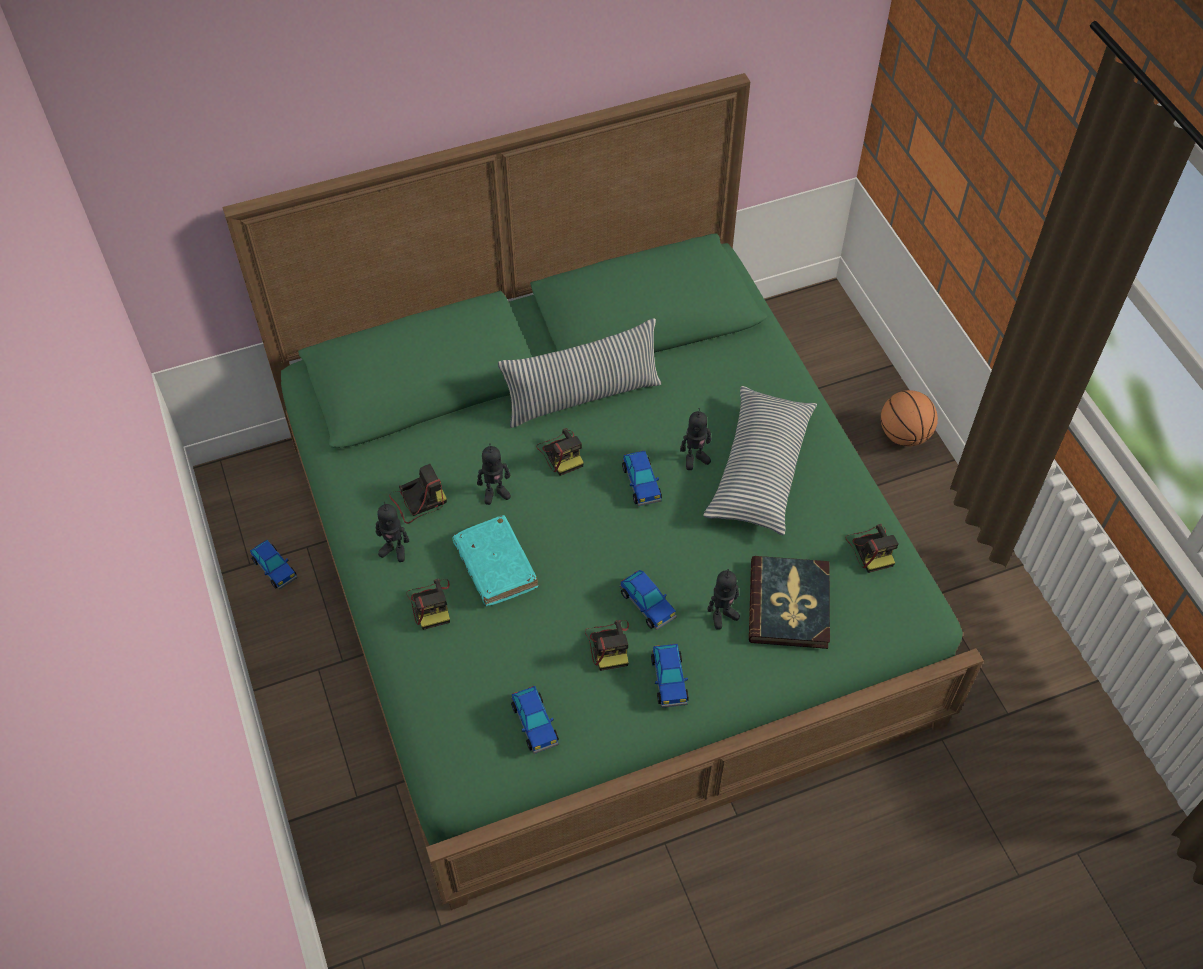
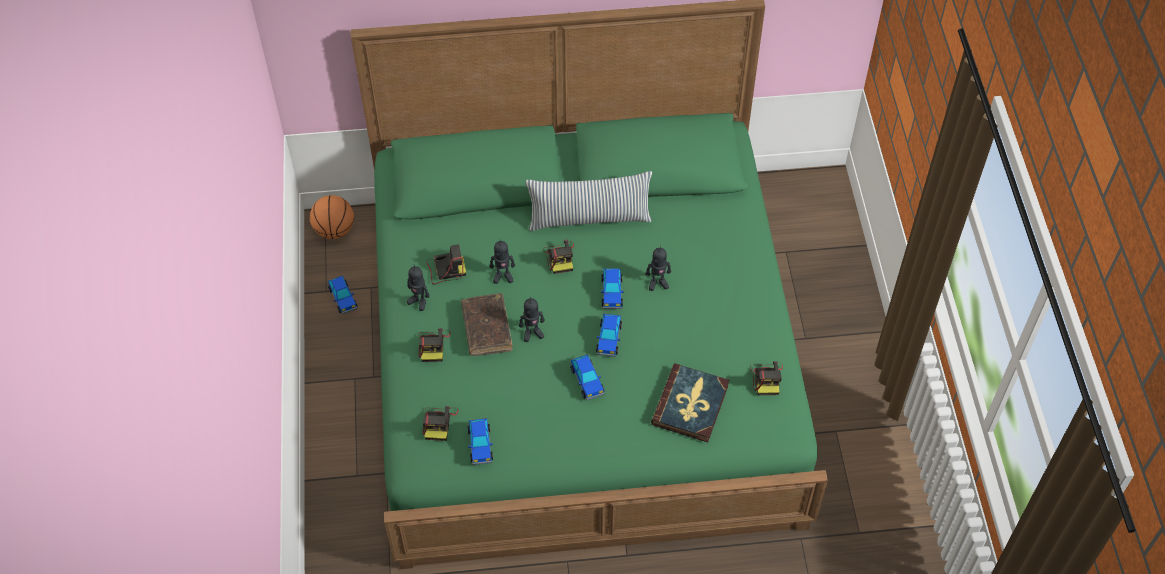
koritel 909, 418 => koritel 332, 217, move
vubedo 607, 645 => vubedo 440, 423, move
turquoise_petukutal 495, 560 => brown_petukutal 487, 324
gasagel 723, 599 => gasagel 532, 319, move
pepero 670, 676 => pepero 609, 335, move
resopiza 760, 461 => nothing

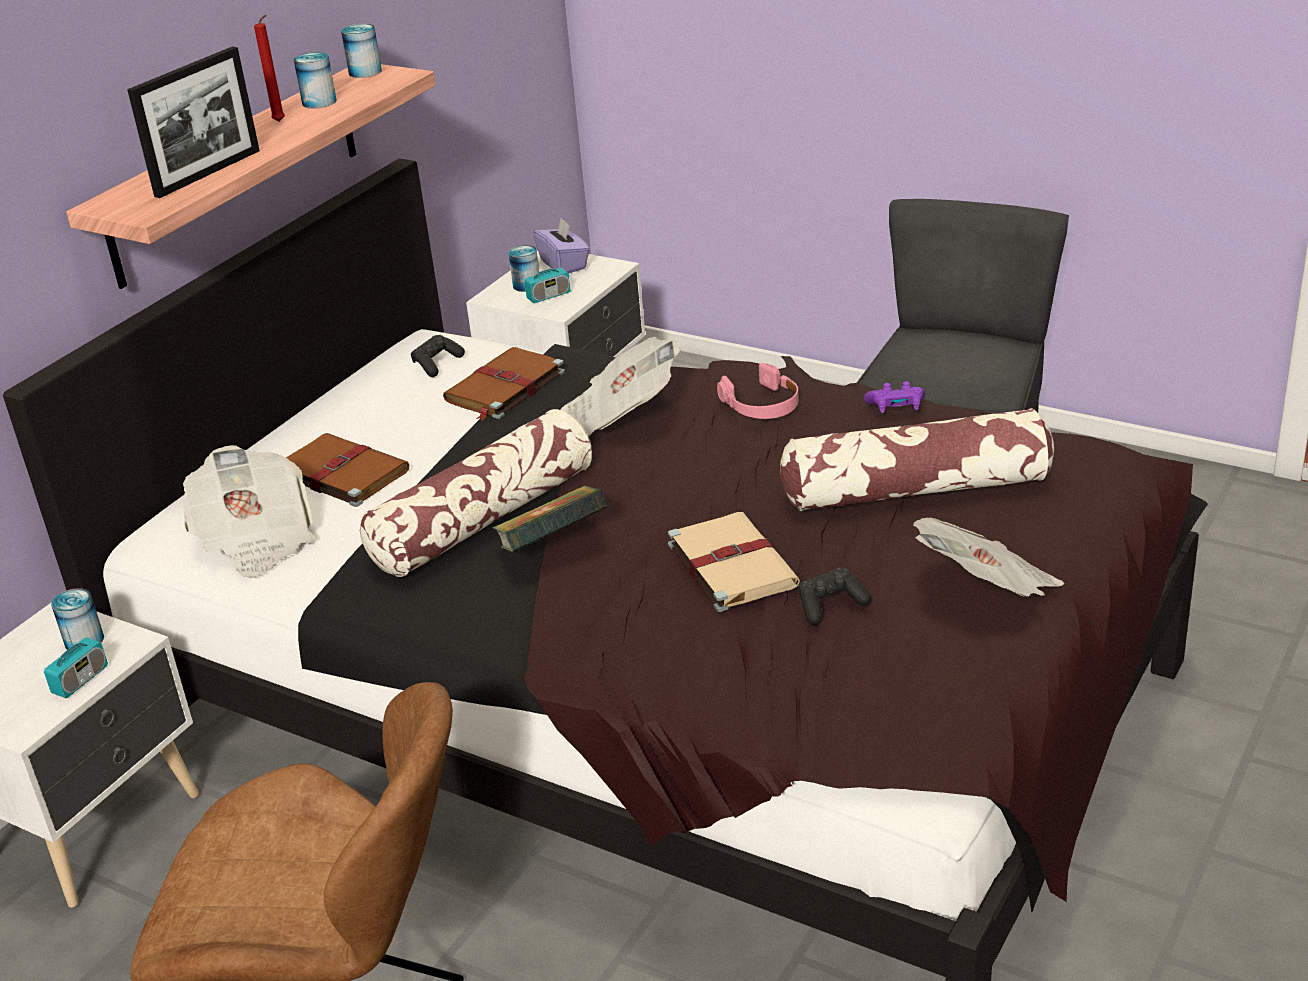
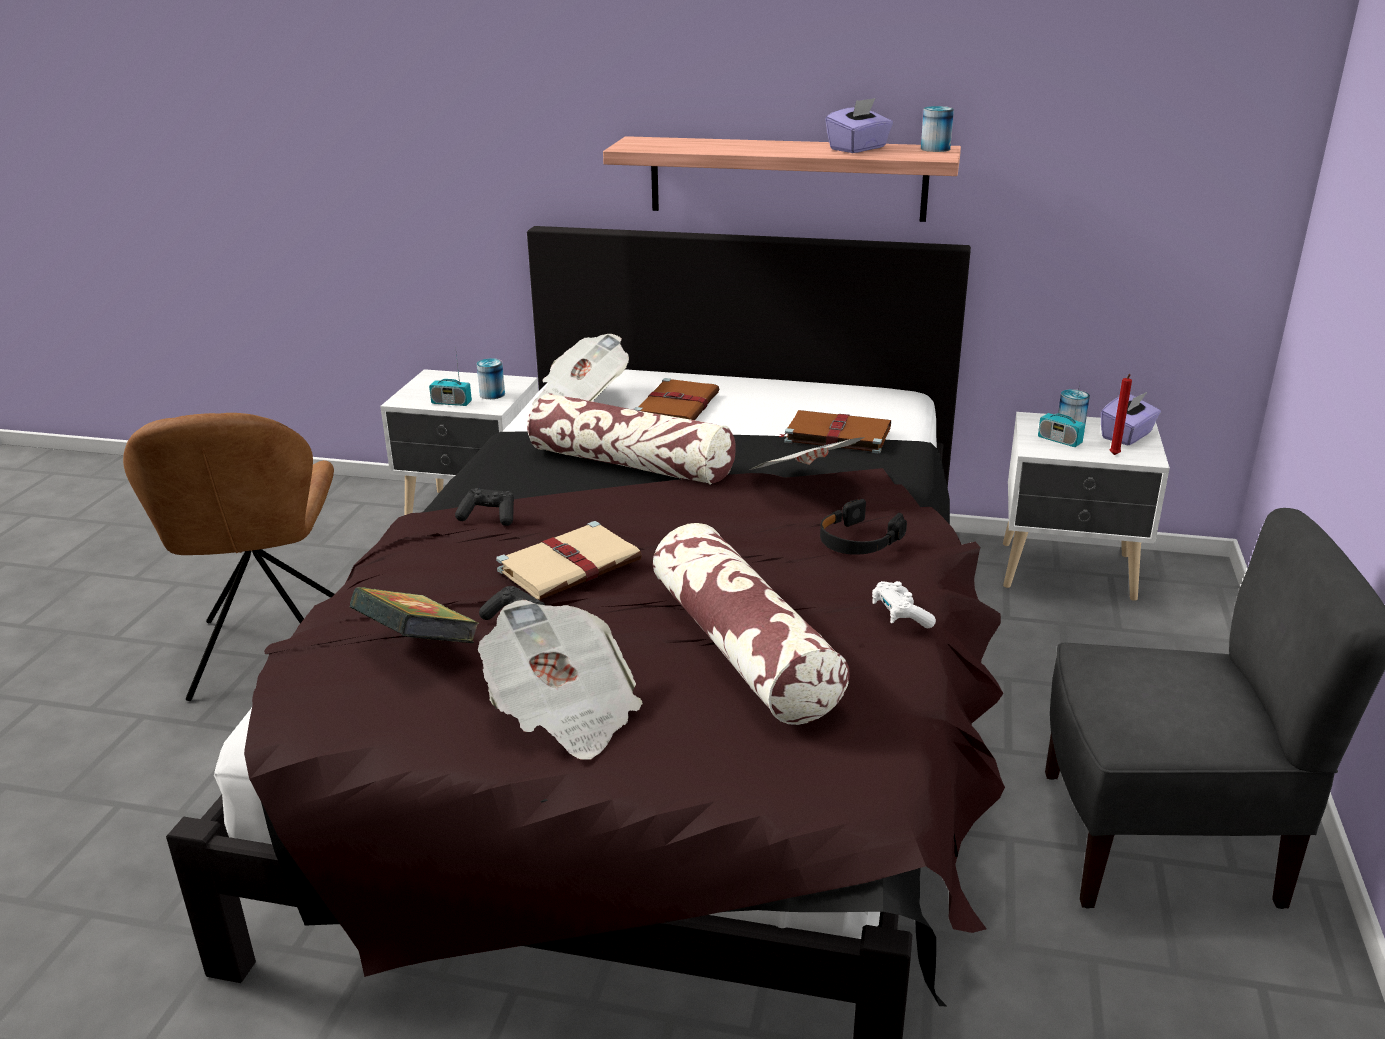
petukutal 550, 519 => petukutal 414, 615, move
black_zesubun 438, 356 => black_zesubun 484, 507, move
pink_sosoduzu 758, 391 => black_sosoduzu 863, 527
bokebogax 315, 80 => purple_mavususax 859, 125
purple_zesubun 894, 397 => white_zesubun 904, 604
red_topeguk 269, 68 => red_topeguk 1121, 414, move
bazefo 193, 122 => nothing

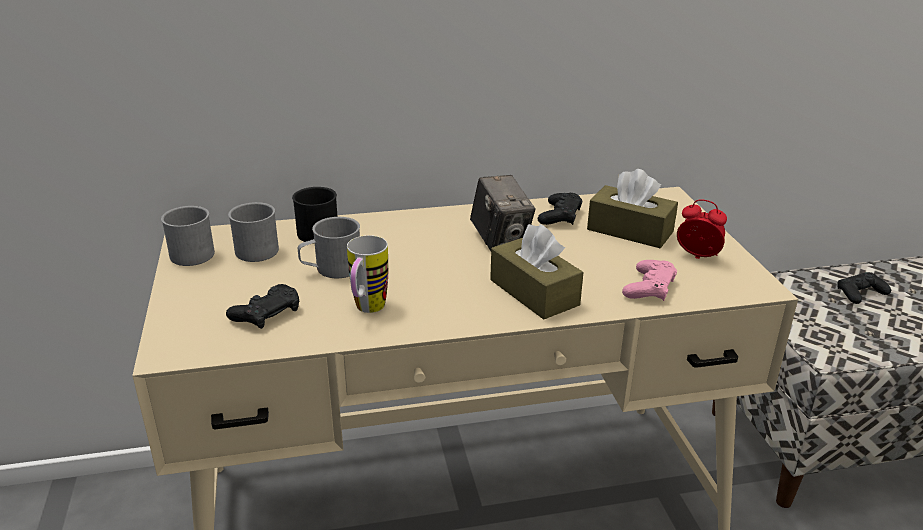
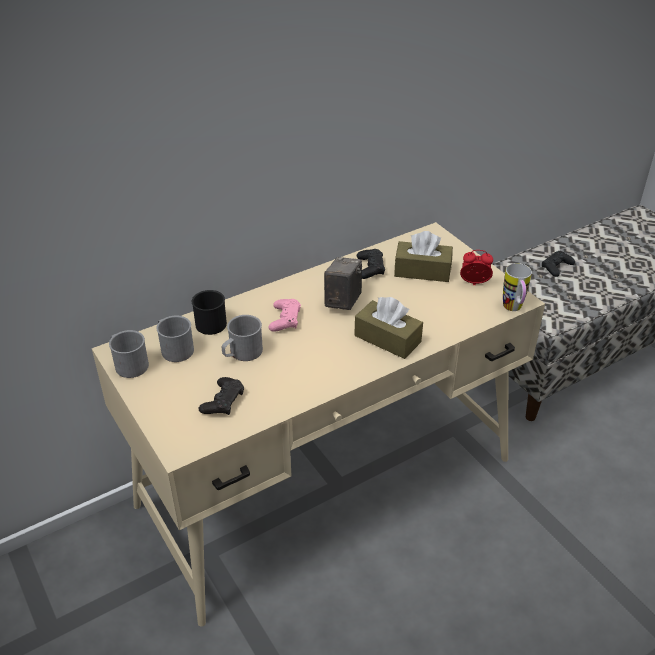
pink_zesubun 649, 280 => pink_zesubun 284, 315, move
vubedo 502, 213 => vubedo 343, 283, 120 degrees counterclockwise
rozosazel 367, 274 => rozosazel 517, 287, move

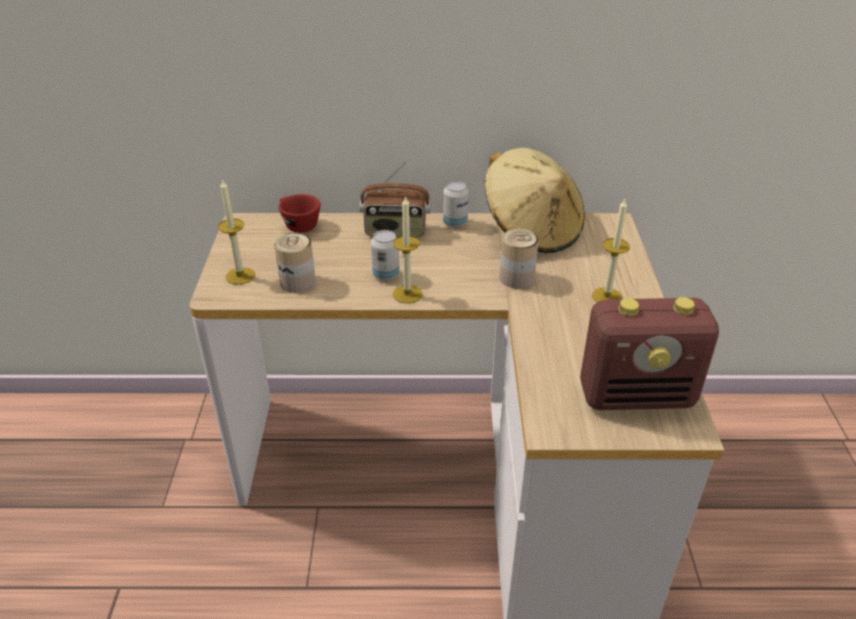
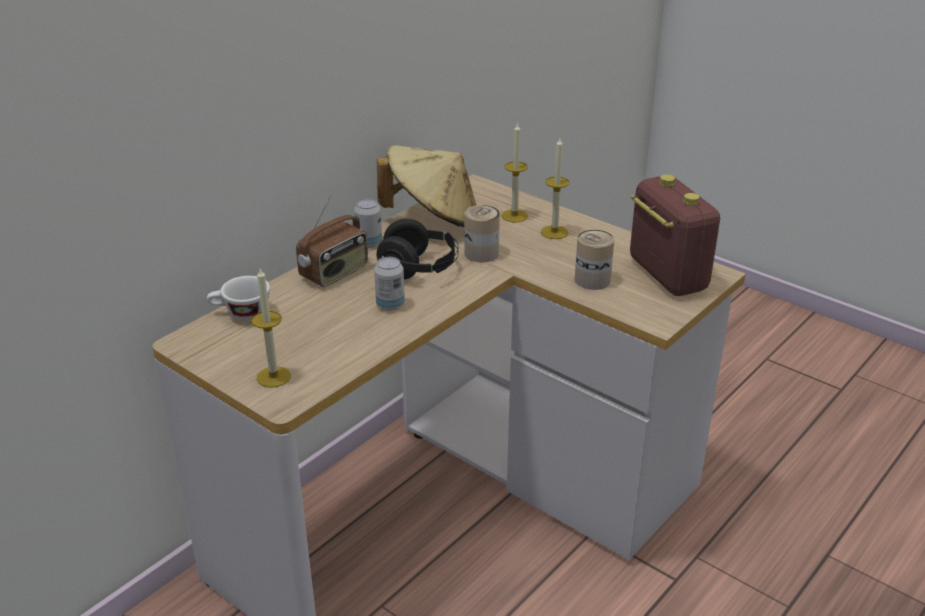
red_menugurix 299, 213 => white_menugurix 238, 298
nothing => black_sosoduzu 418, 249
topeguk 407, 249 => topeguk 514, 172, move
bokebogax 295, 262 => bokebogax 594, 260, move
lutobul 649, 353 => lutobul 675, 235, 60 degrees counterclockwise

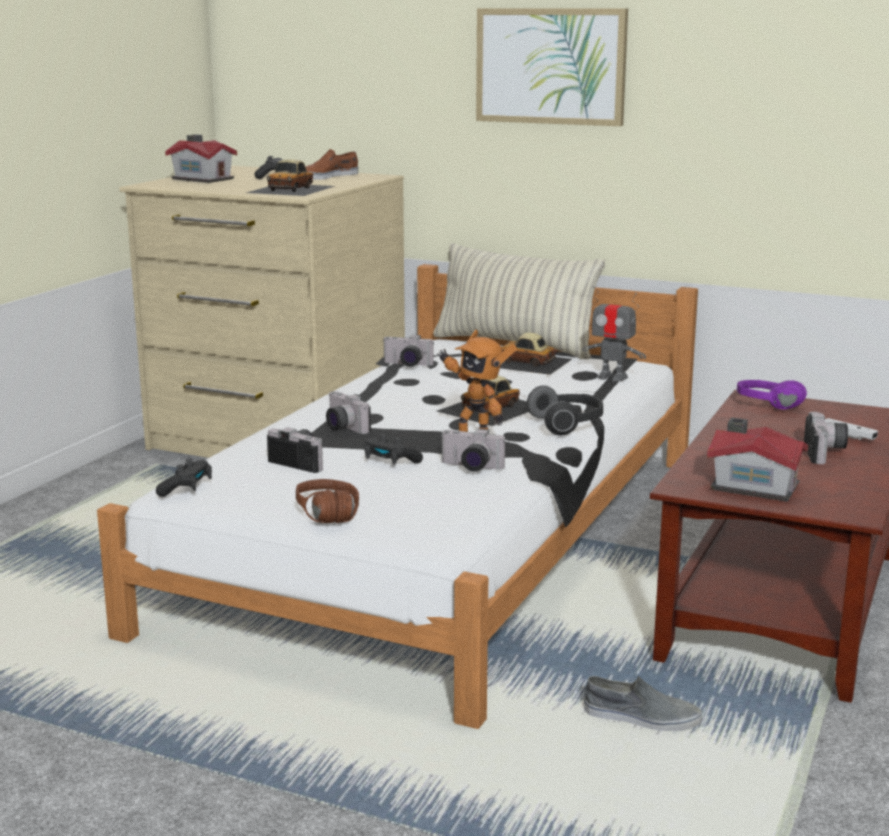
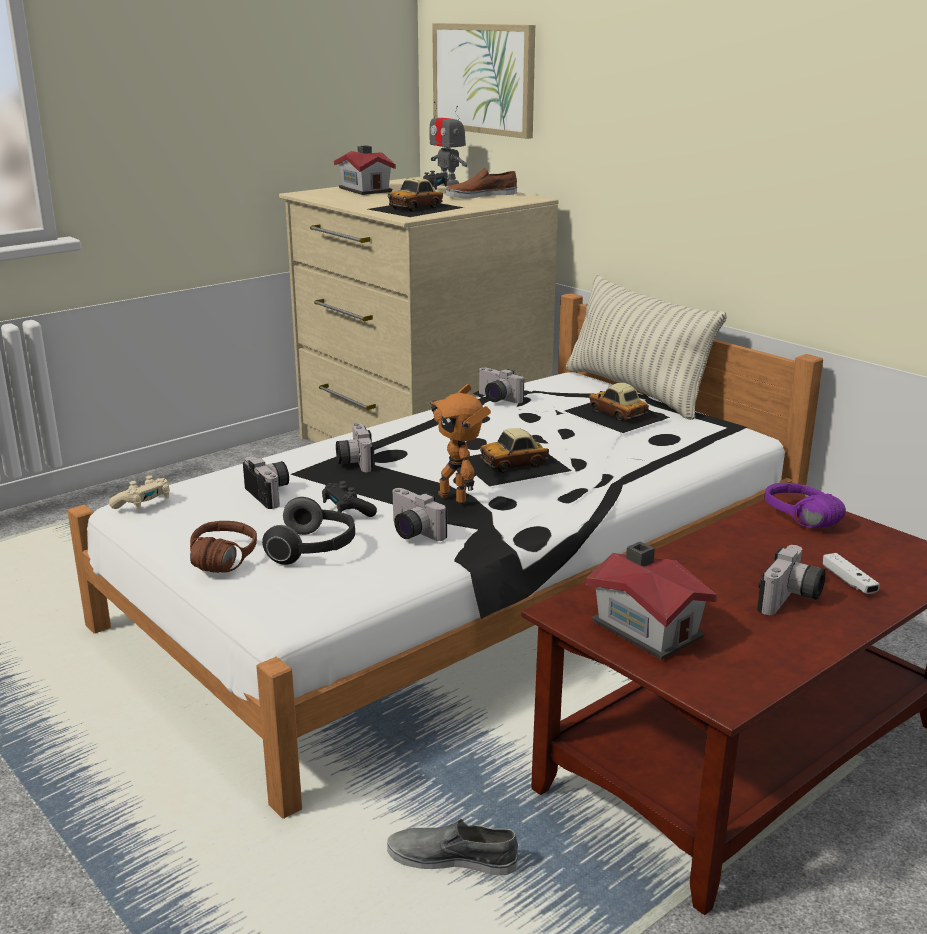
black_zesubun 184, 477 => beige_zesubun 139, 492
sosoduzu 565, 410 => sosoduzu 308, 531, move
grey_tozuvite 643, 703 => grey_tozuvite 452, 847, 150 degrees clockwise
gasagel 614, 333 => gasagel 448, 143, move
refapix 552, 67 => refapix 483, 81, move

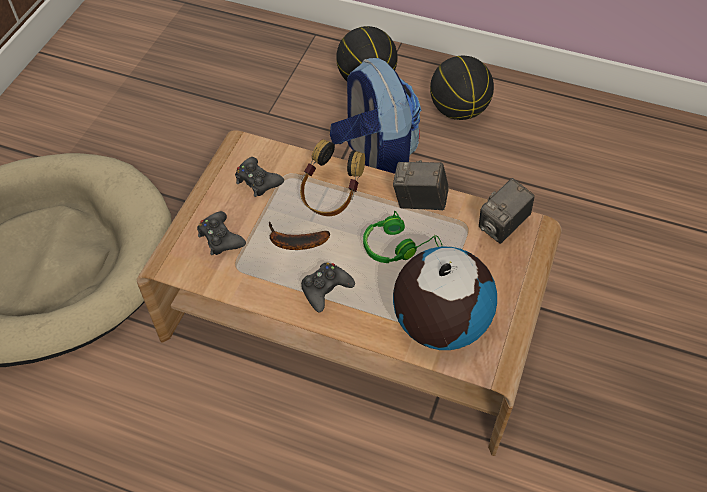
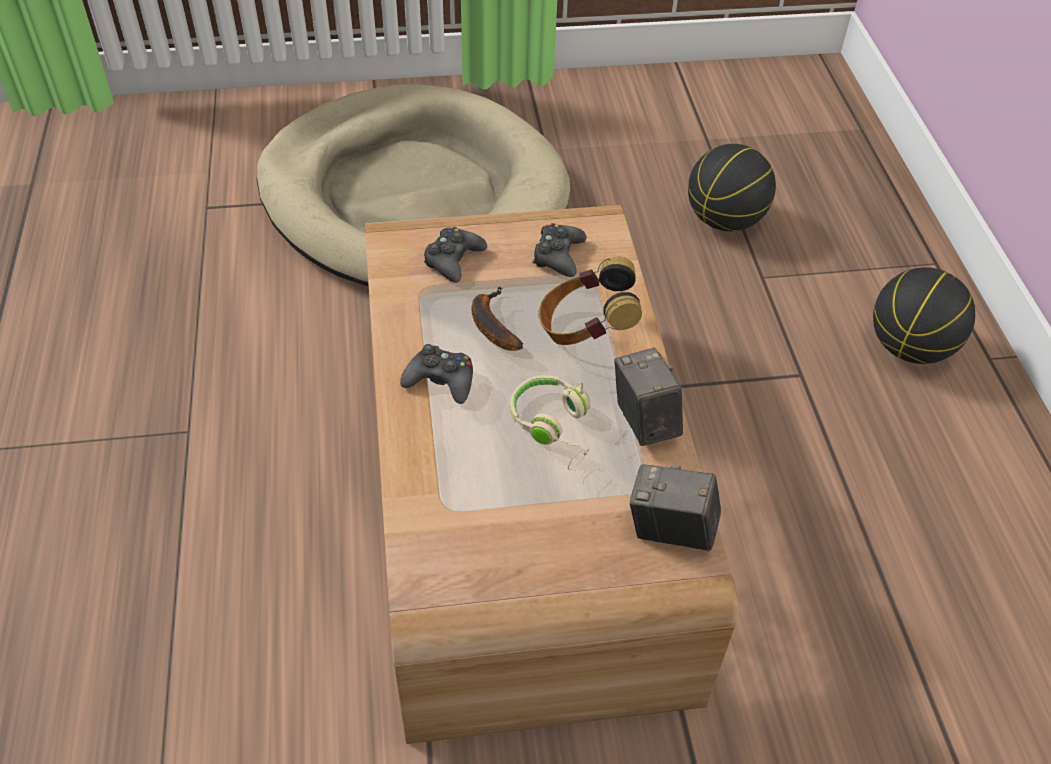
green_sosoduzu 403, 237 => beige_sosoduzu 550, 422
koritel 462, 88 => koritel 732, 187, move
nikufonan 375, 116 => nothing
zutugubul 445, 298 => nothing

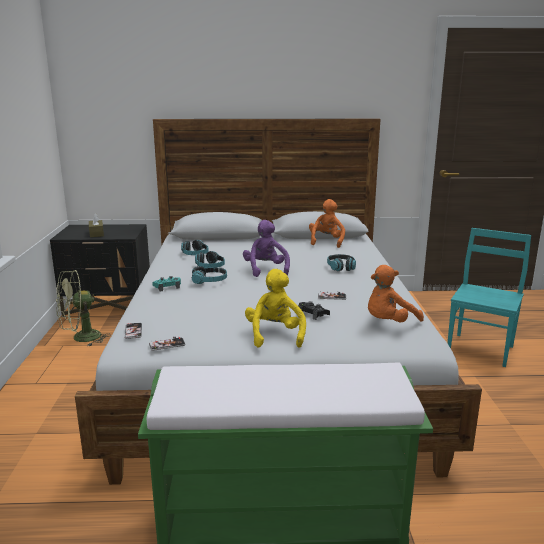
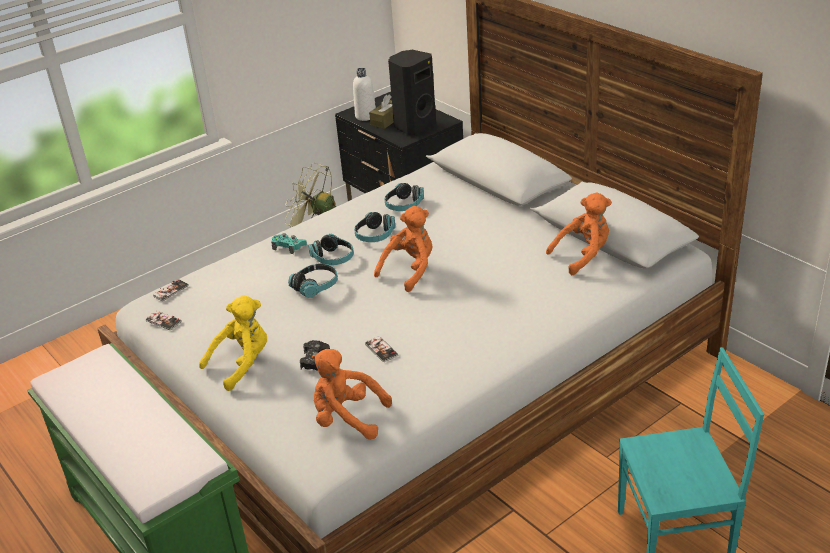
sosoduzu 341, 262 => sosoduzu 313, 280, move
nothing => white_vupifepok 364, 94
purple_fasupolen 266, 248 => orange_fasupolen 403, 249
nothing => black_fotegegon 412, 92

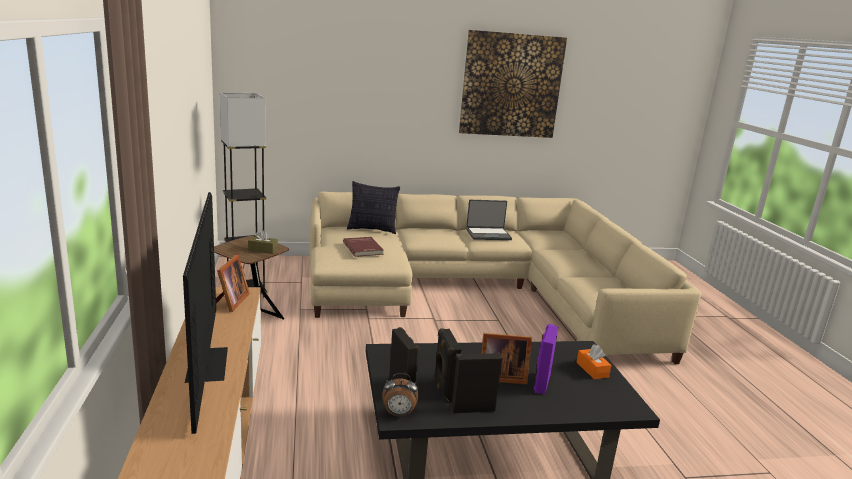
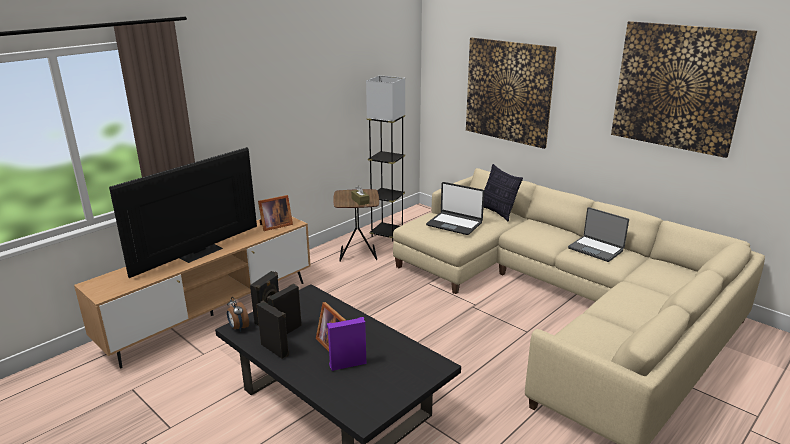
red_petukutal 363, 247 => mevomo 455, 208
nothing => refapix 511, 93
orange_mavususax 594, 361 => nothing

